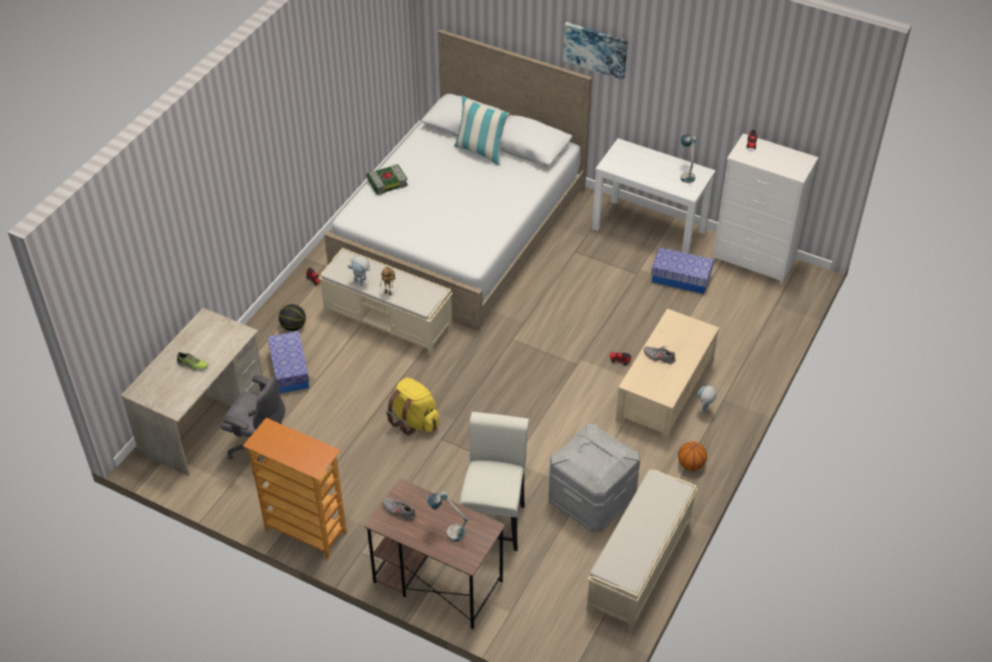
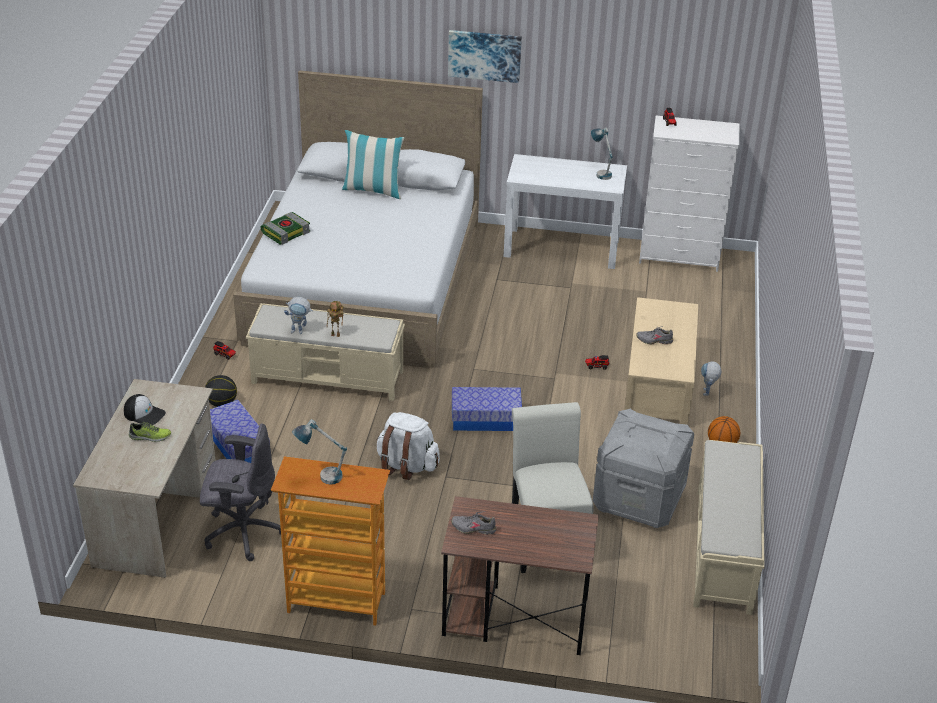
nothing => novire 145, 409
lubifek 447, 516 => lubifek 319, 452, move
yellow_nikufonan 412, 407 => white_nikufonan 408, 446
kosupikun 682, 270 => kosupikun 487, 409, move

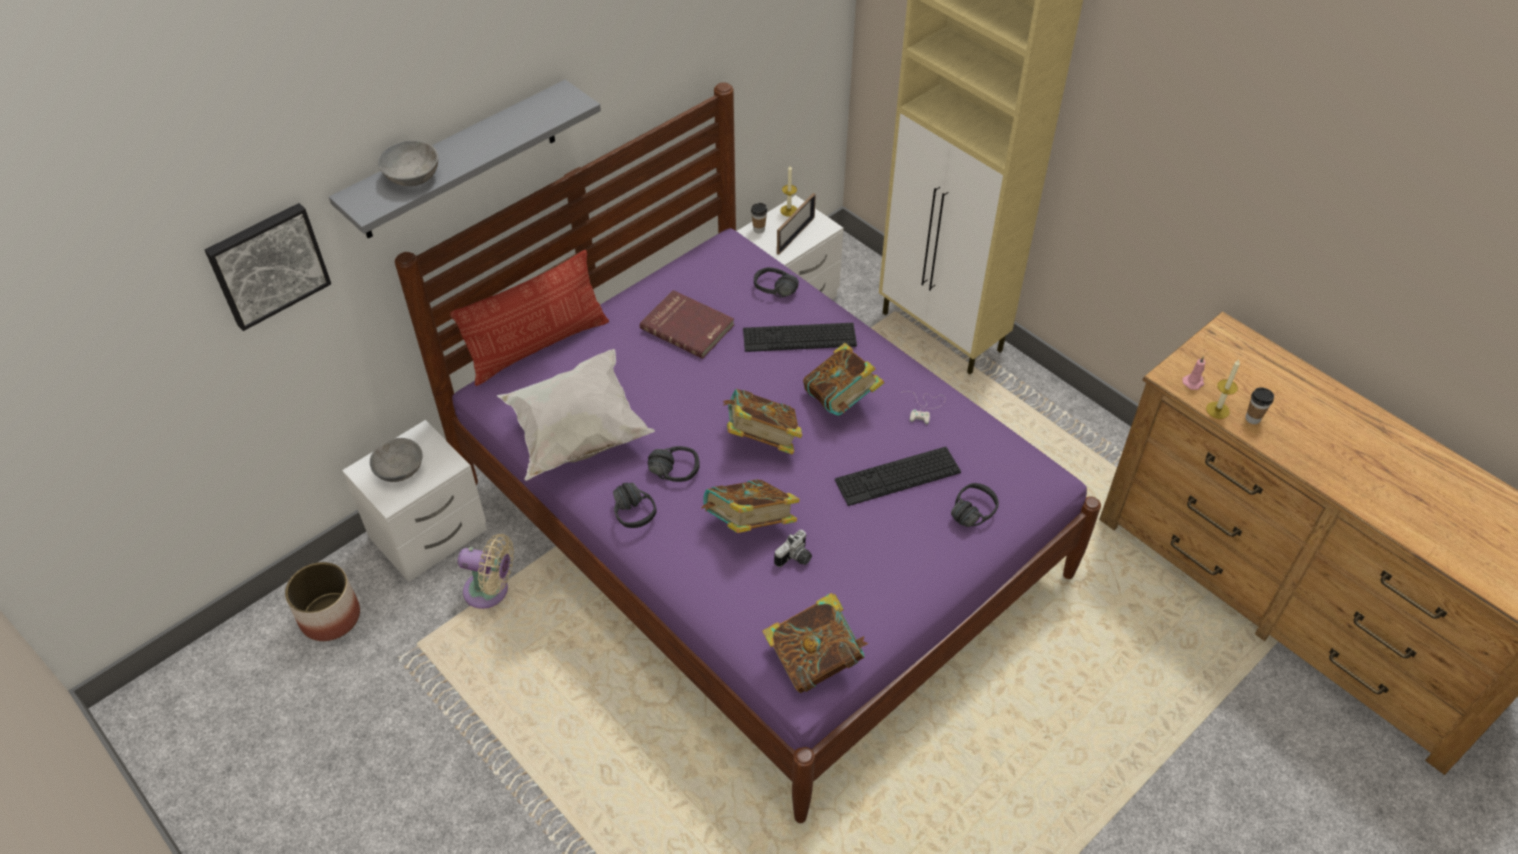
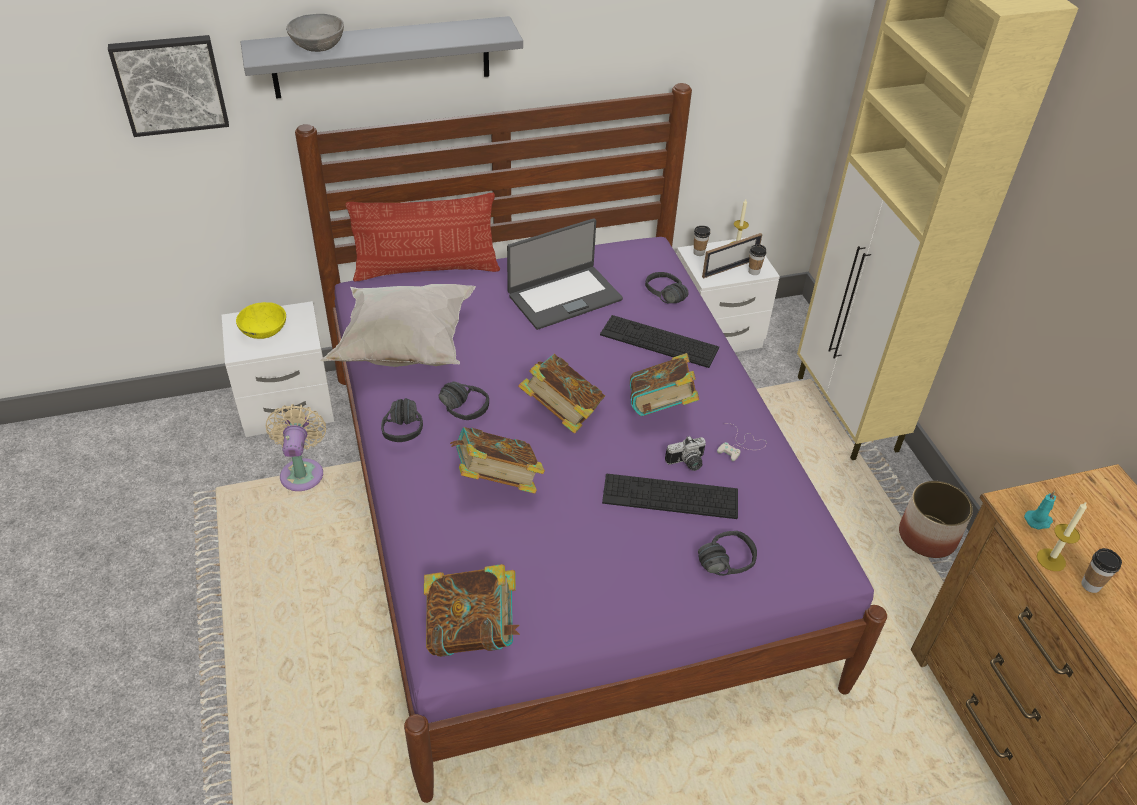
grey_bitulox 396, 460 => yellow_bitulox 261, 320
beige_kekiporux 486, 571 => beige_kekiporux 296, 447, 135 degrees counterclockwise
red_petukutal 687, 324 => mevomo 565, 274
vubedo 793, 548 => vubedo 685, 453, move
nothing => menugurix 757, 259
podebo 322, 601 => podebo 936, 519, move
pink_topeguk 1193, 373 => turquoise_topeguk 1040, 510

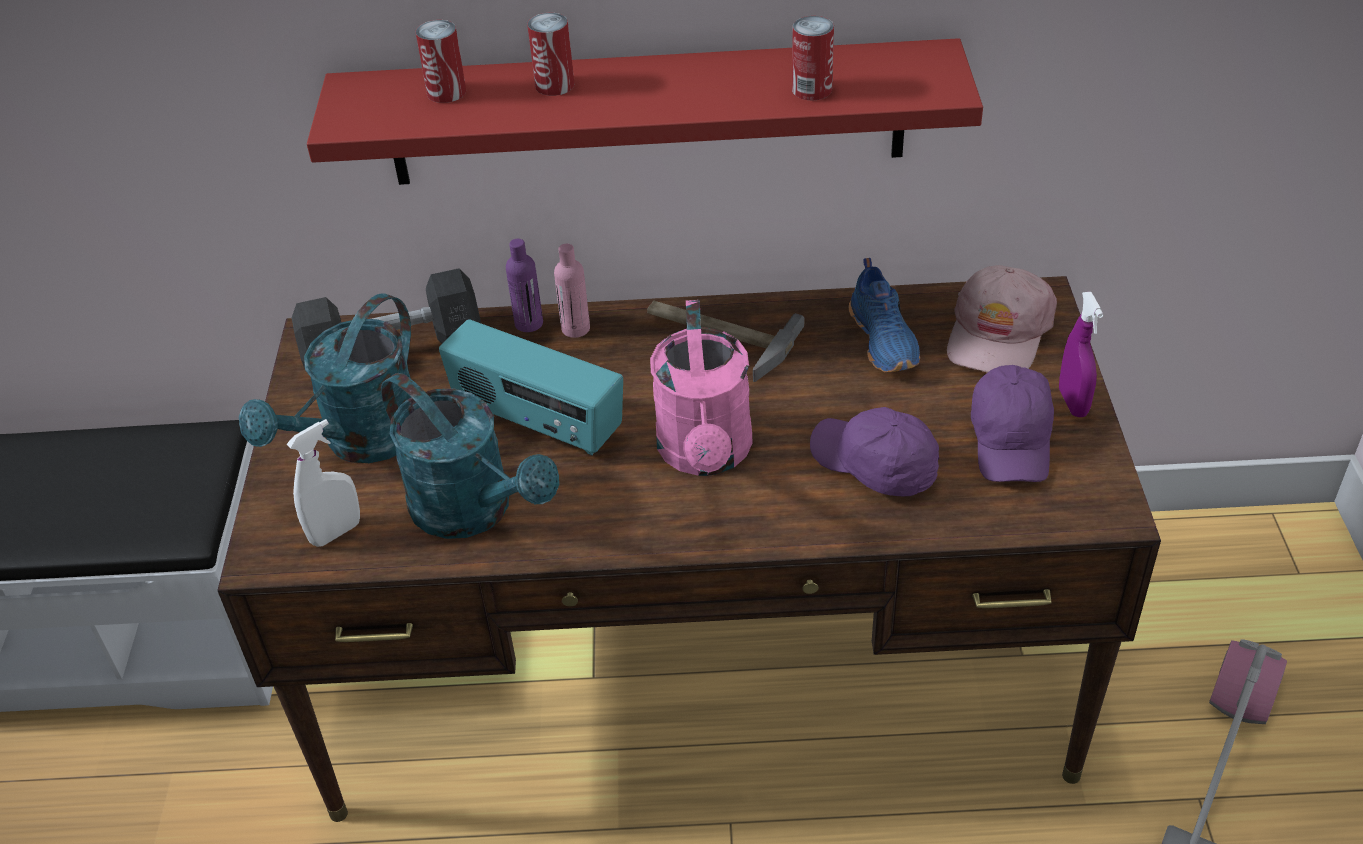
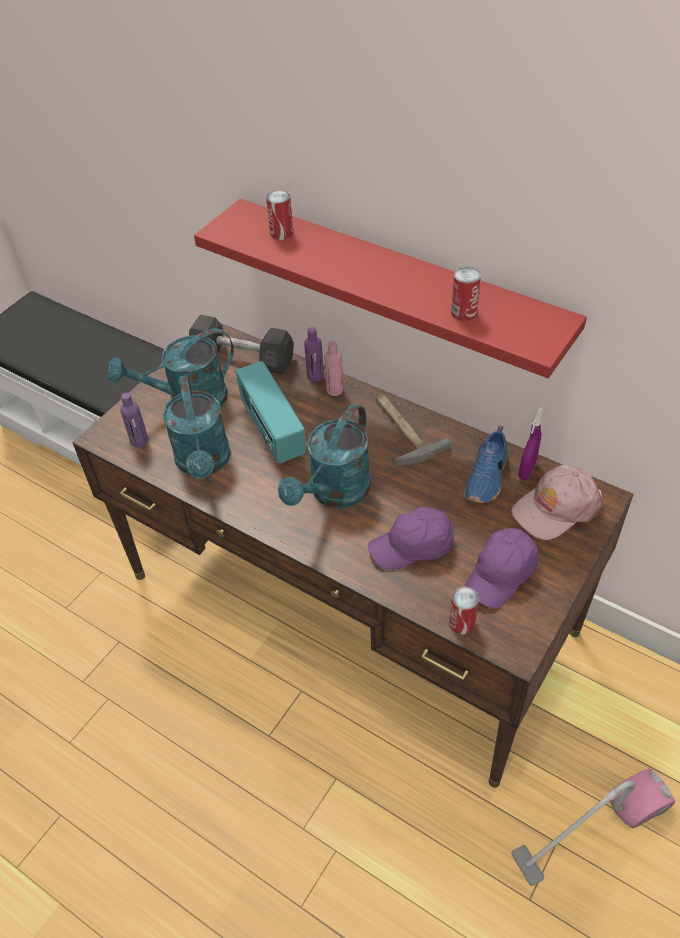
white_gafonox 323, 483 => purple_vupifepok 134, 420
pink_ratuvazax 701, 388 => turquoise_ratuvazax 324, 456
purple_novire 874, 451 => purple_novire 411, 538, 90 degrees counterclockwise
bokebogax 550, 54 => bokebogax 464, 611, move
purple_gafonox 1081, 354 => purple_gafonox 531, 444, move

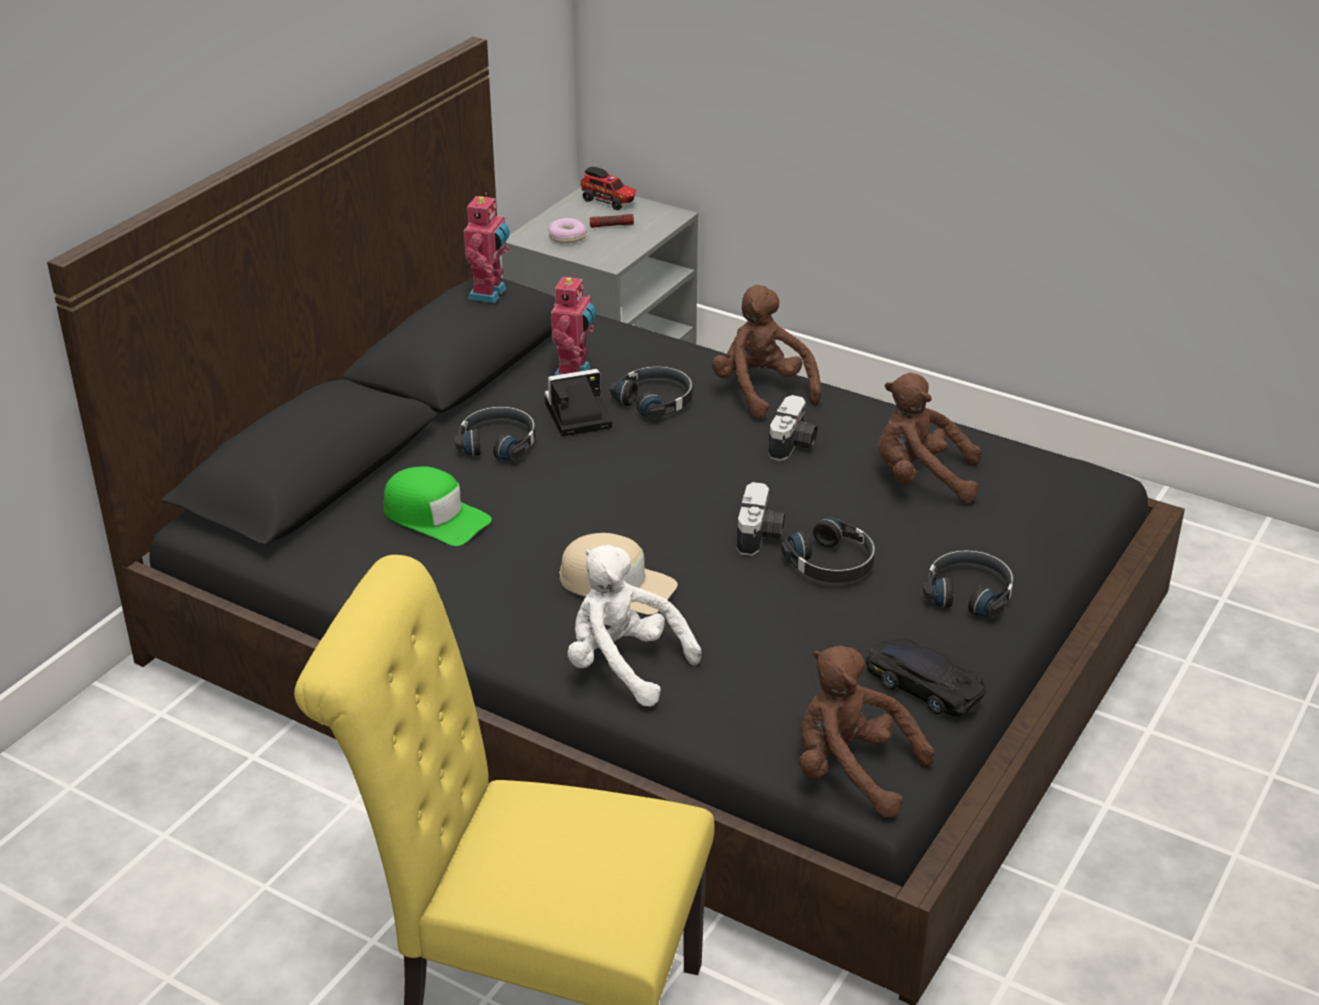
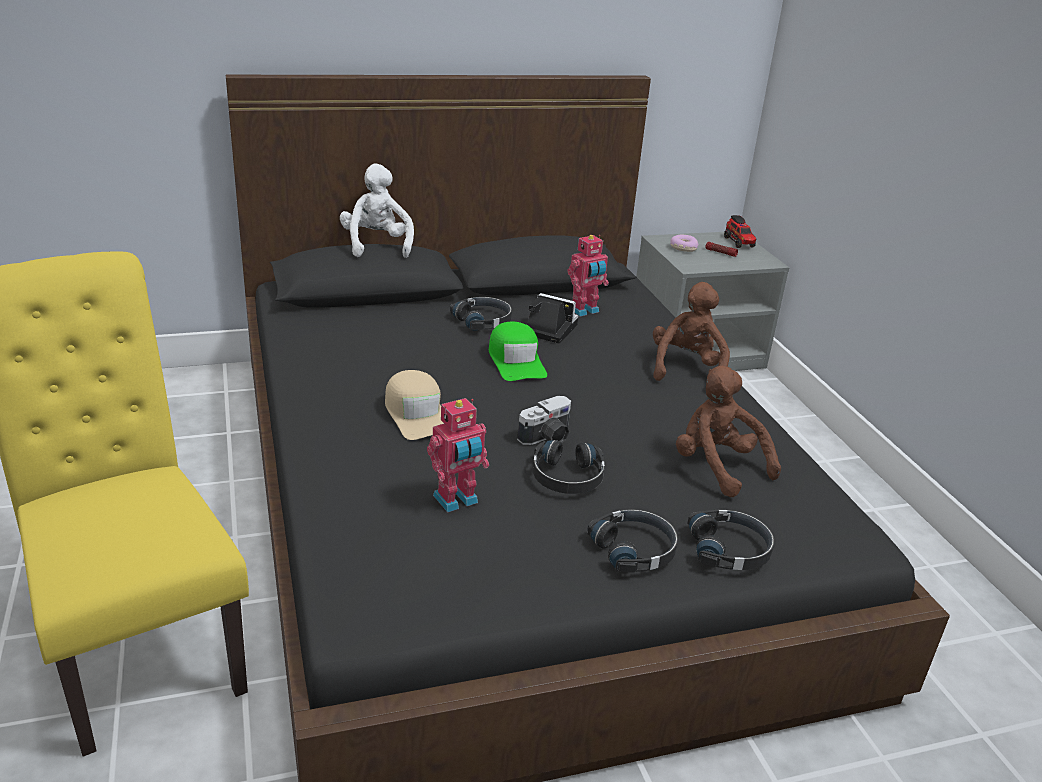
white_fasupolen 634, 626 => white_fasupolen 377, 211, move
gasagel 487, 248 => gasagel 458, 455, move
green_novire 437, 506 => green_novire 518, 351, move
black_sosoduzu 651, 392 => black_sosoduzu 730, 540, move
vubedo 793, 428 => nothing
brown_fasupolen 867, 731 => nothing
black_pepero 926, 677 => nothing

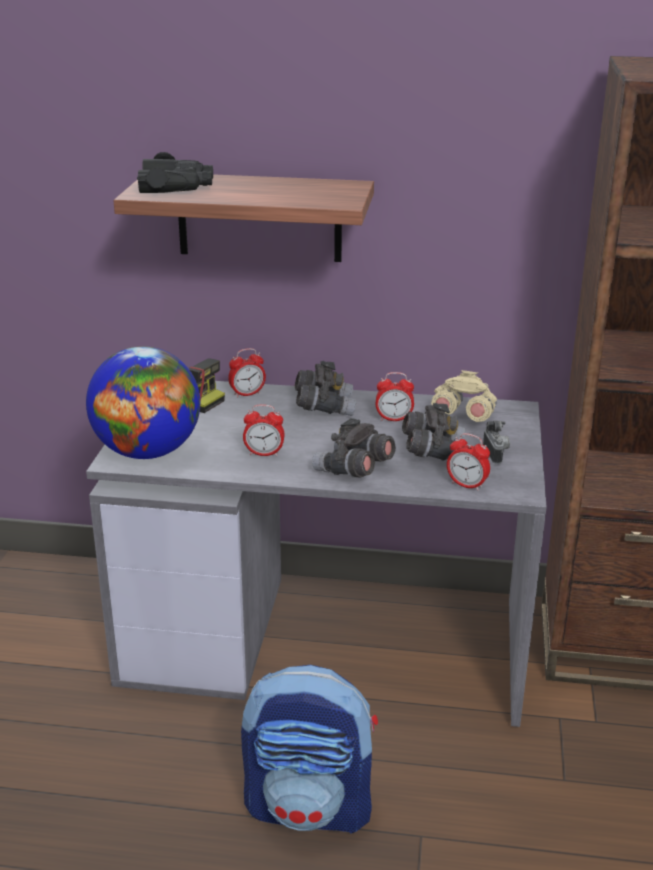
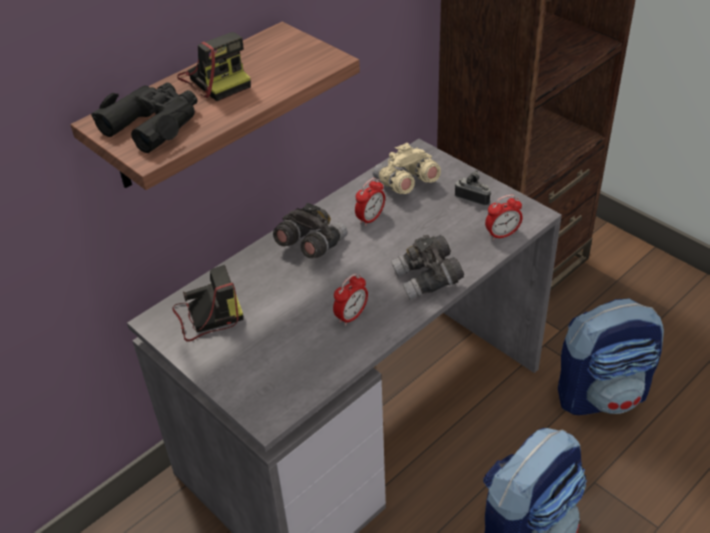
nothing => vubedo 214, 66
nothing => nikufonan 611, 356
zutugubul 143, 402 => nothing
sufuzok 247, 373 => nothing
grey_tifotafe 435, 432 => nothing

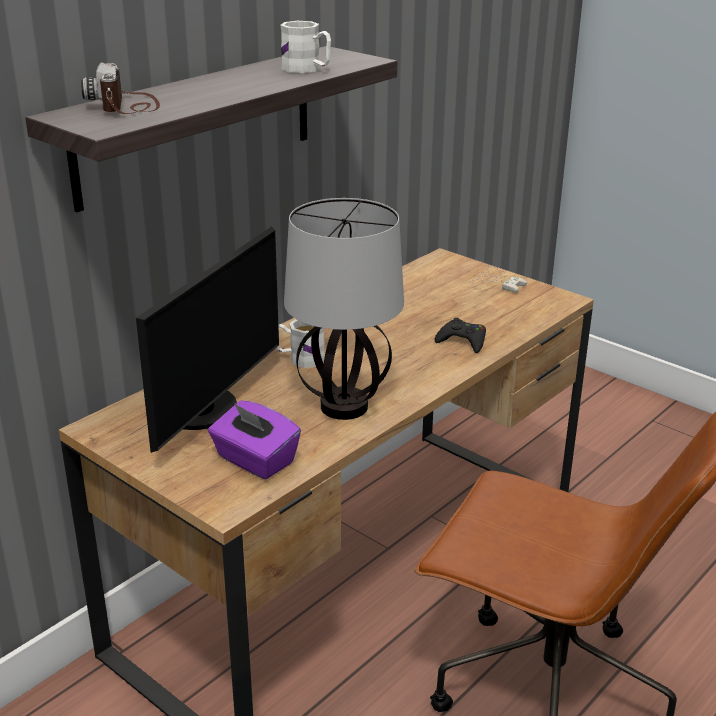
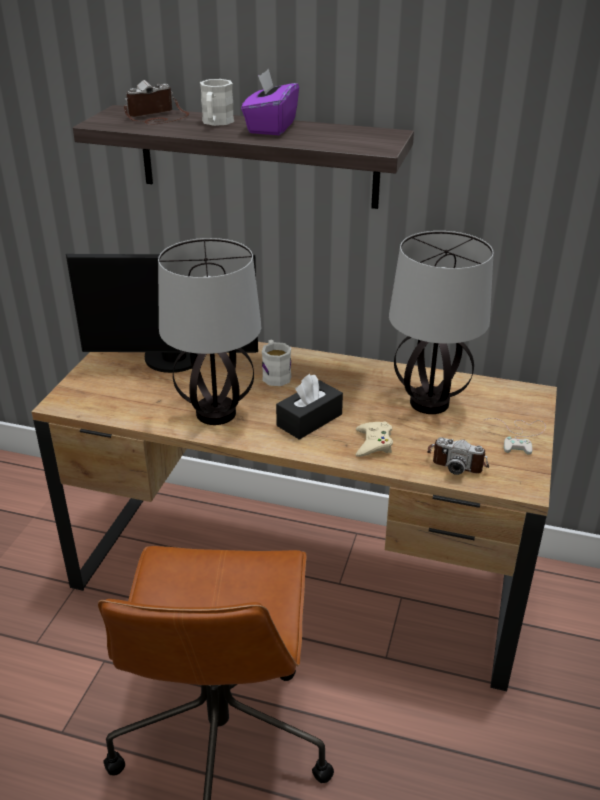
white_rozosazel 305, 47 => white_rozosazel 217, 102, move
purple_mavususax 254, 440 => purple_mavususax 270, 102, move
nothing => black_mavususax 309, 407
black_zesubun 460, 335 => beige_zesubun 374, 439
nothing => lubifek 441, 322
nothing => vubedo 458, 456

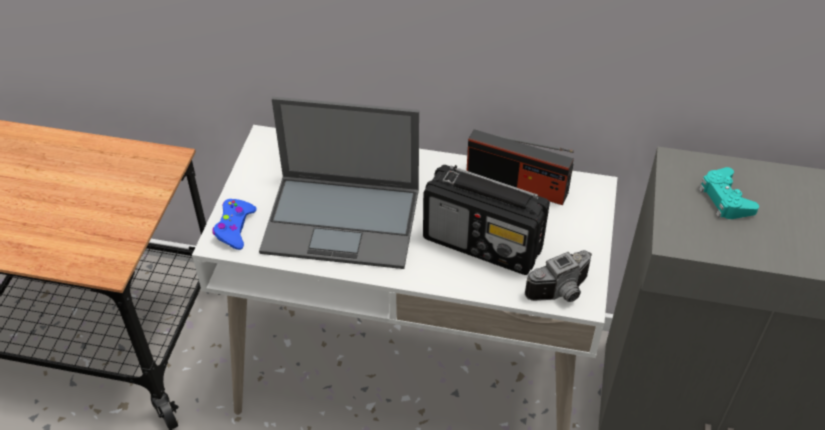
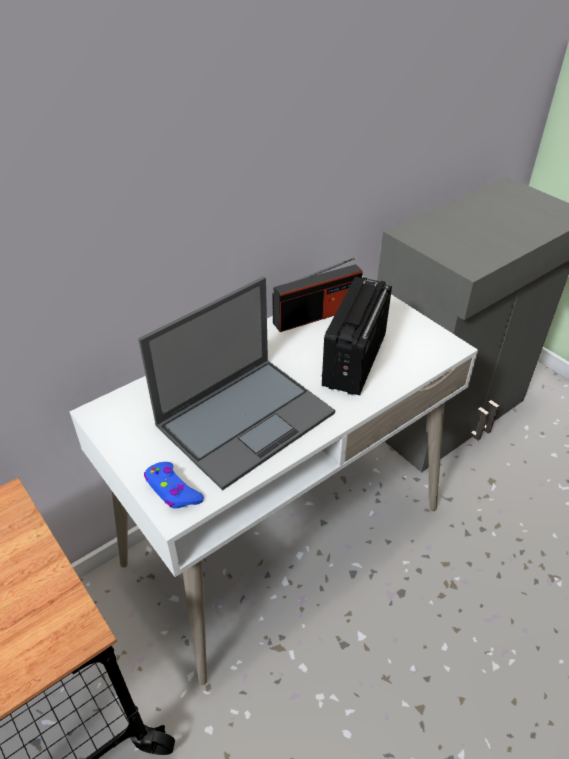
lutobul 486, 220 => lutobul 357, 336, 135 degrees clockwise
vubedo 558, 276 => nothing
turquoise_zesubun 729, 193 => nothing

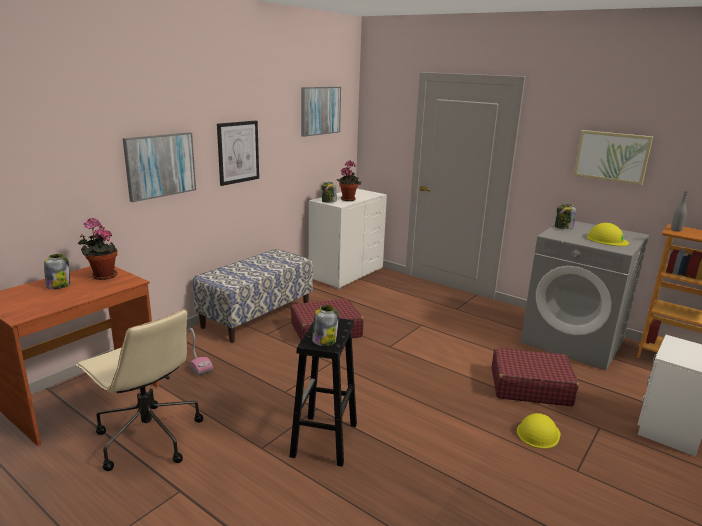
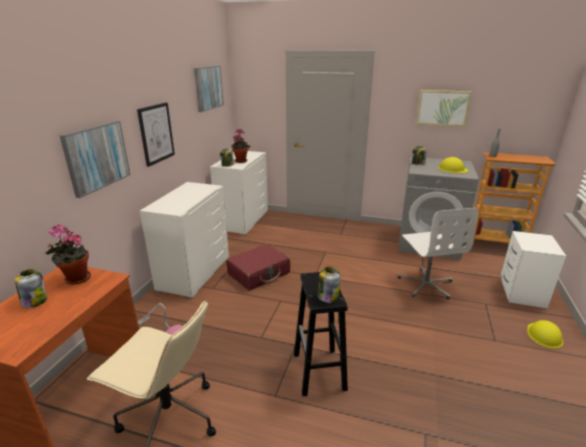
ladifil 252, 296 => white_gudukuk 184, 240
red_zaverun 535, 377 => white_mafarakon 438, 253
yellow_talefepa 539, 431 => yellow_talefepa 545, 334, move

